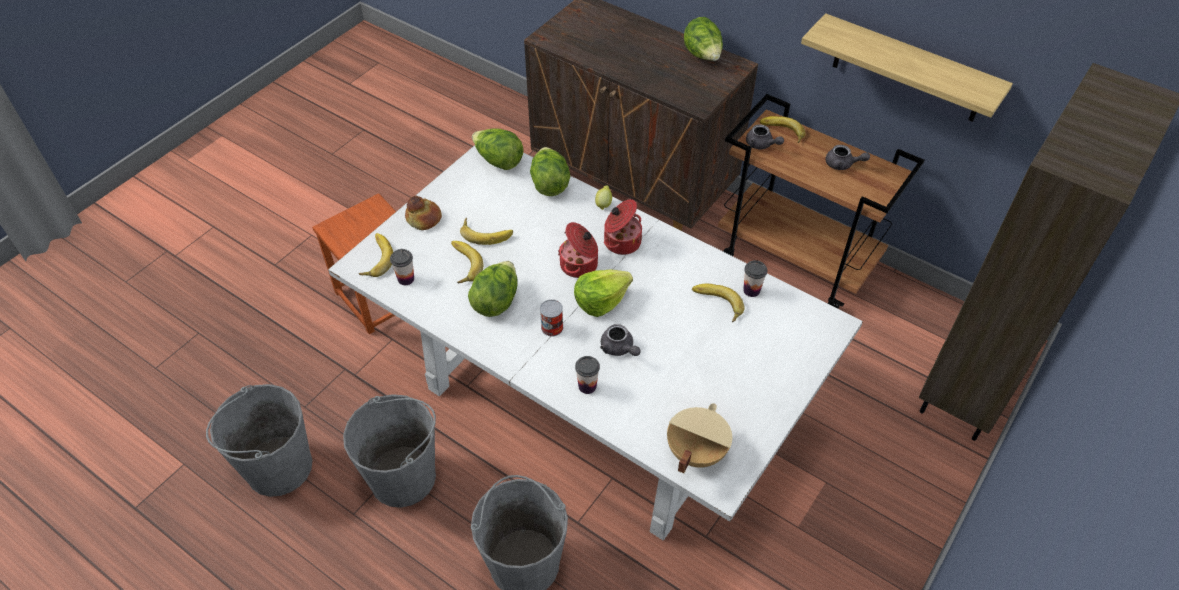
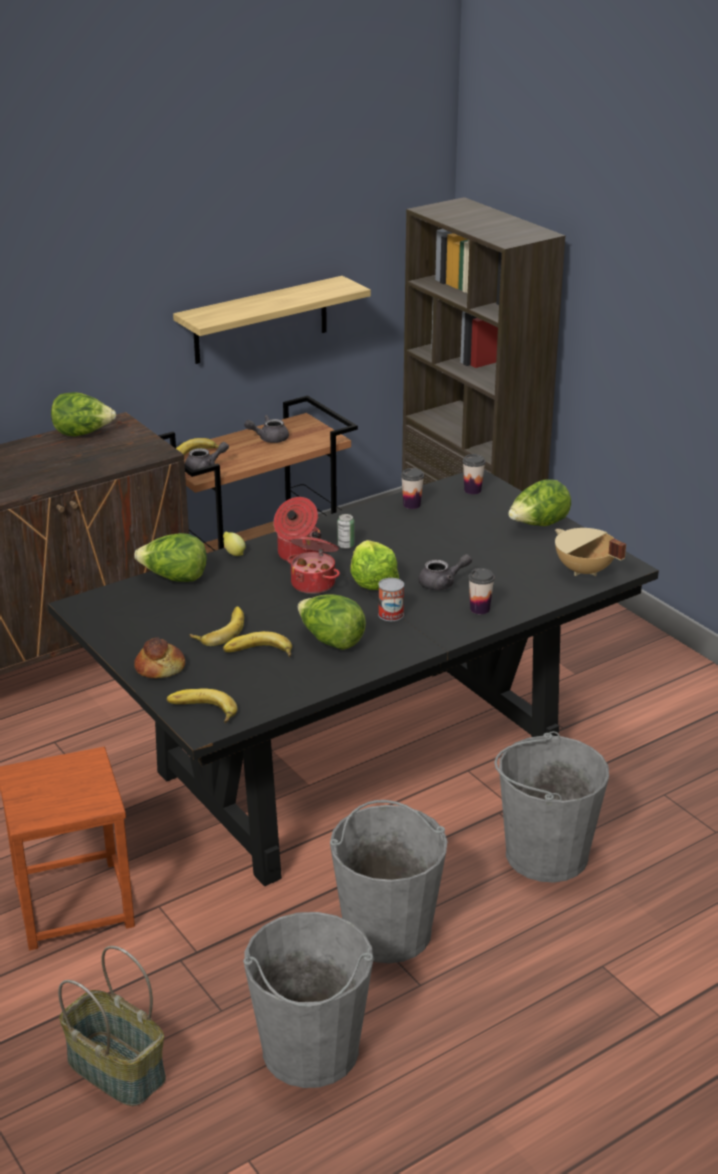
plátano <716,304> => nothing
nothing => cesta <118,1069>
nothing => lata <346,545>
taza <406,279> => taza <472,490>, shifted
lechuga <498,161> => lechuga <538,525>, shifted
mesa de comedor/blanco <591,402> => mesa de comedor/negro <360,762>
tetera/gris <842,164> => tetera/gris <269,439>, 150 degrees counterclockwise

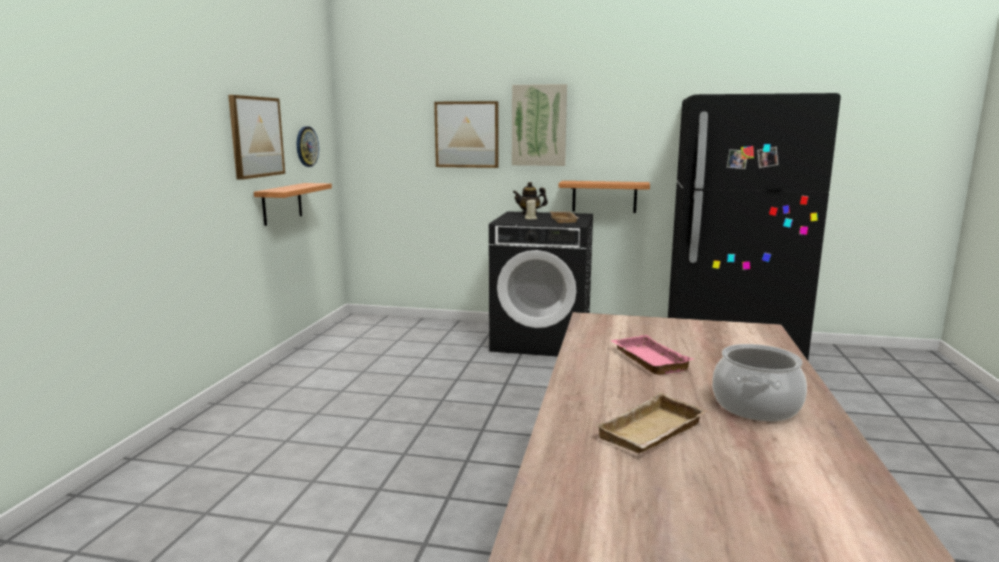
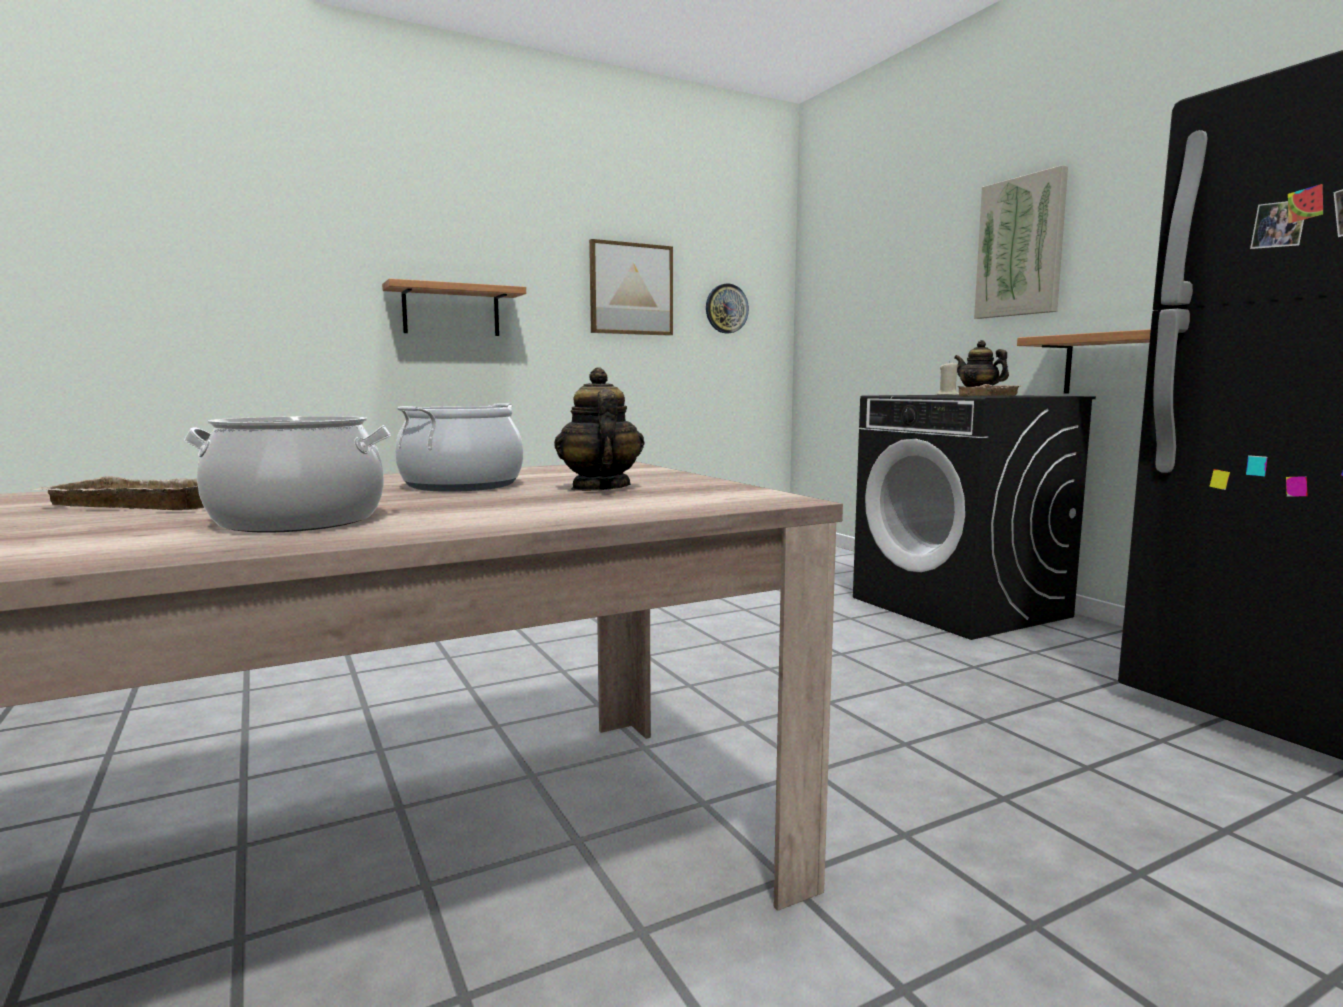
cuadro <467,134> => nothing
nothing => tetera <599,488>
estante <282,203> => estante <451,311>, shifted
bandeja/rosa <647,360> => olla <461,485>

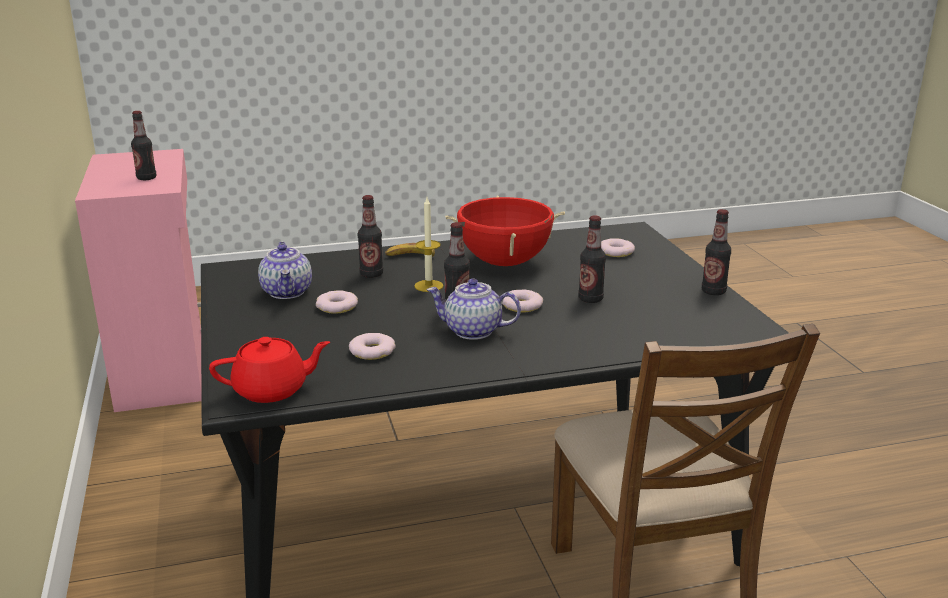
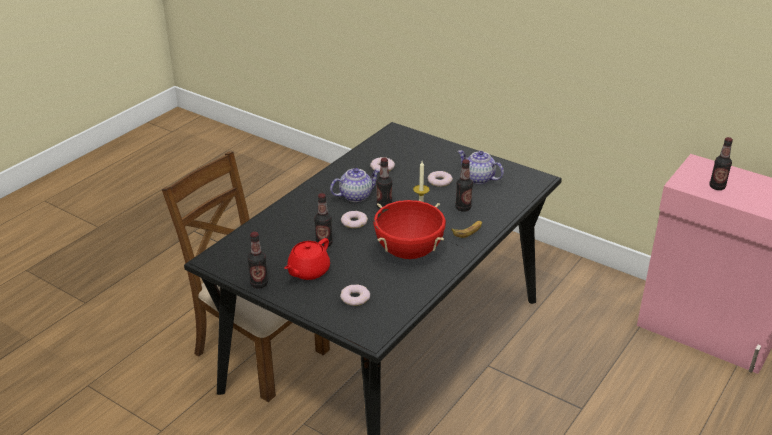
tetera/rojo <272,390> => tetera/rojo <308,271>, shifted

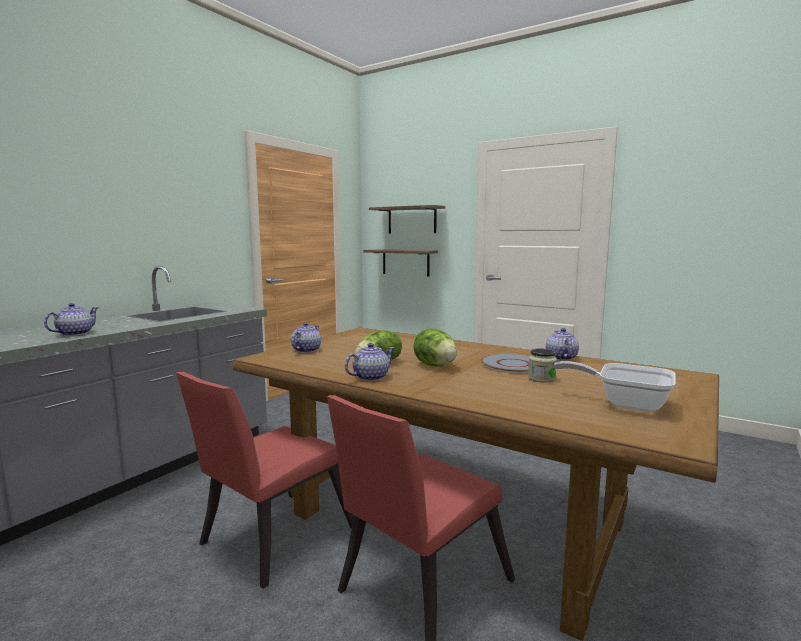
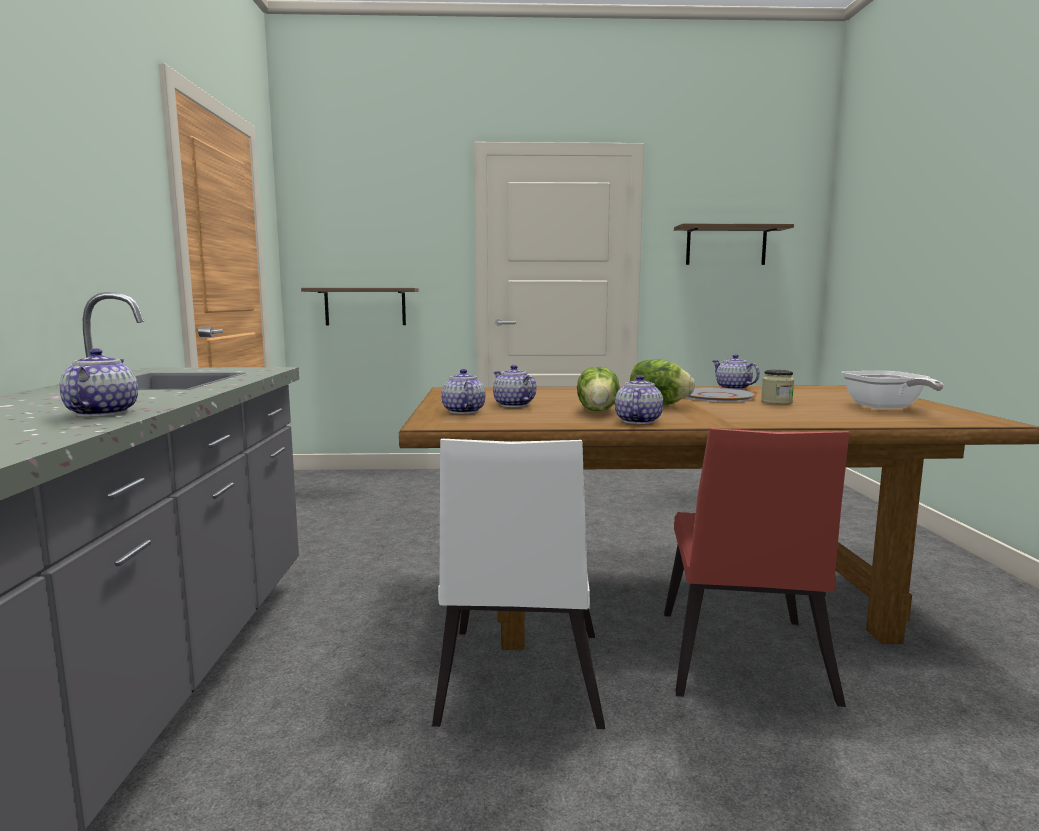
nothing => tetera <513,405>
estante <412,220> => estante <726,246>, shifted
silla/rojo <270,539> => silla/blanco <518,684>
sartén <624,404> => sartén <886,407>, 90 degrees counterclockwise

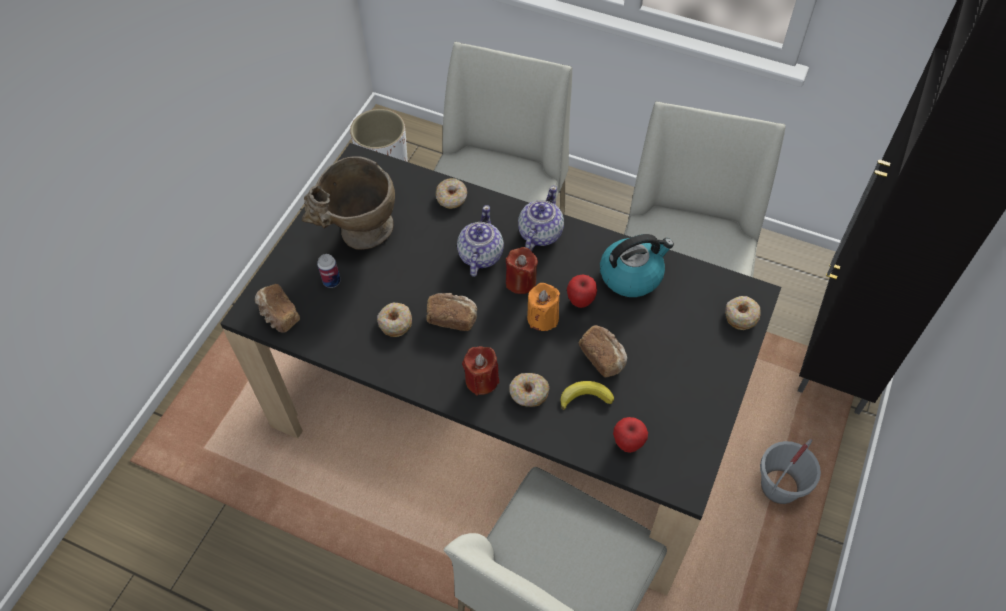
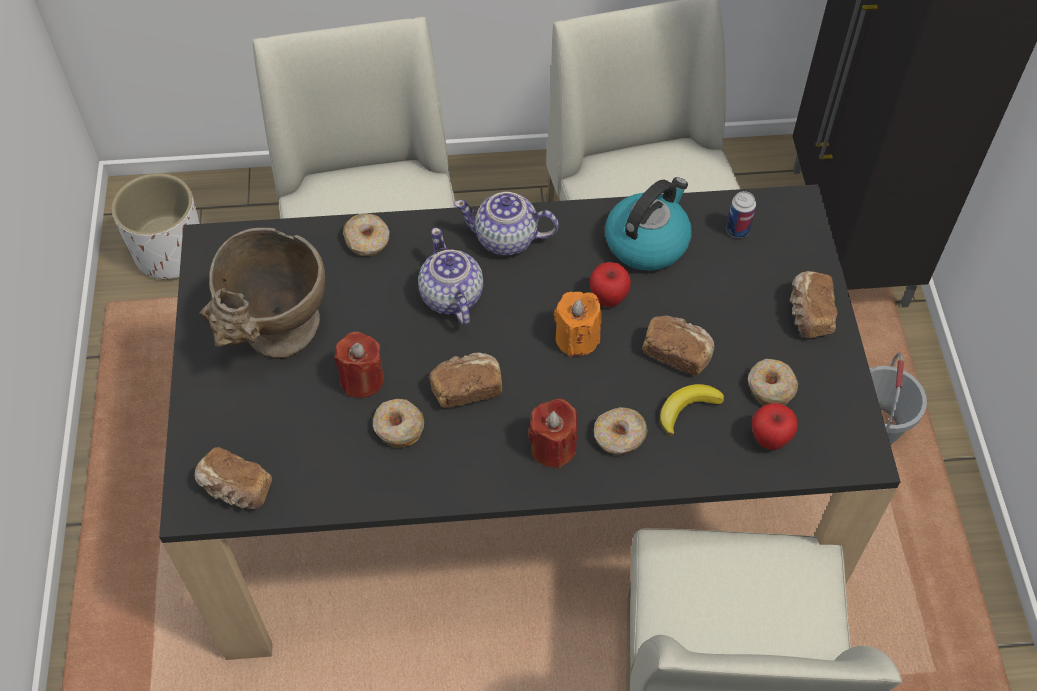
nothing => pan <808,314>
lata <331,281> => lata <737,230>, shifted
vela/rojo <521,281> => vela/rojo <362,379>, shifted
rosquilla <741,316> => rosquilla <770,387>, shifted
tetera <539,234> => tetera <507,239>, 75 degrees counterclockwise

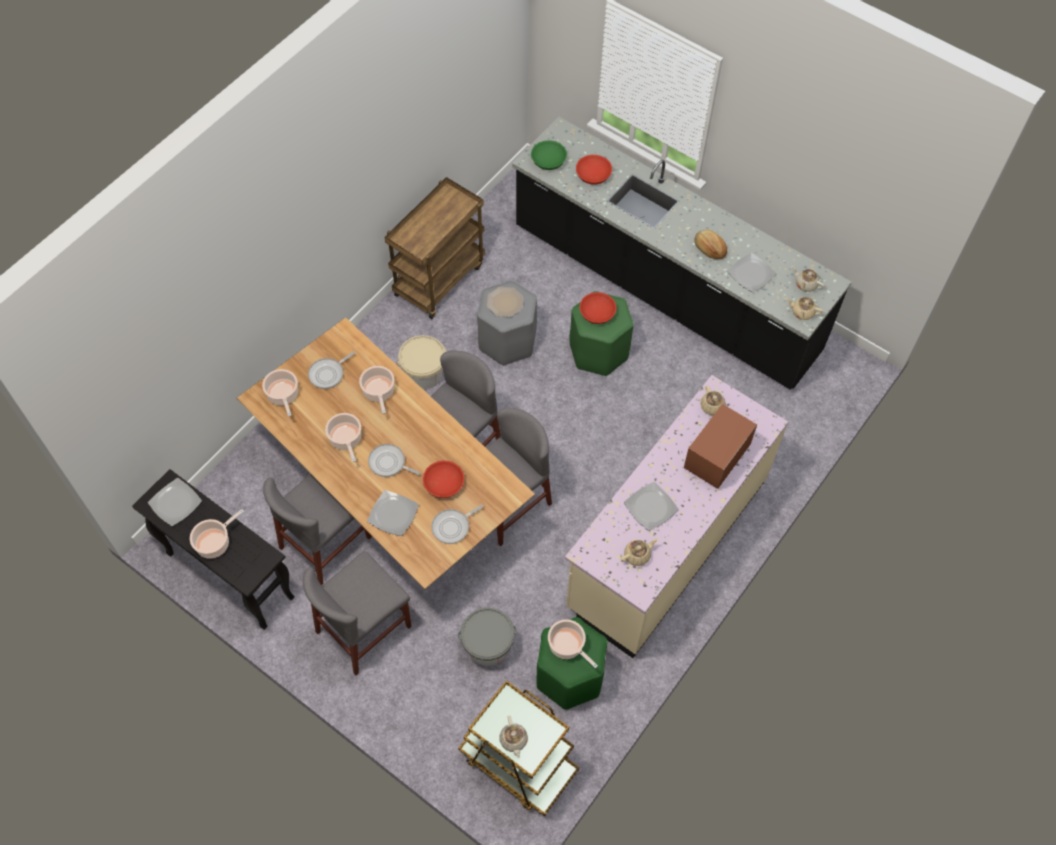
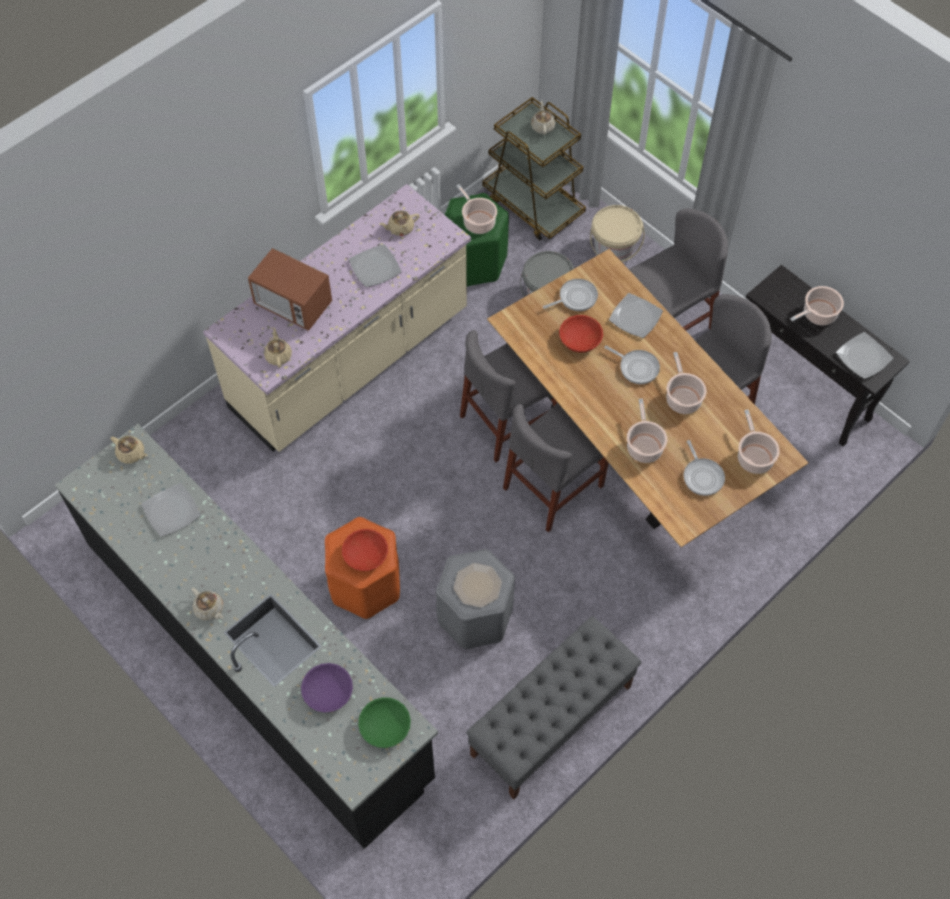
pan <709,249> => nothing
cubo/beis <424,374> => cubo/beis <614,248>, shifted
tetera/beis <805,284> => tetera/beis <209,609>, shifted
carrito/marrón <439,279> => banco/gris <551,721>
taburete/verde <599,351> => taburete/naranja <365,585>
cuenco/rojo <593,175> => cuenco/morado <328,692>
sartén <328,374> => sartén <702,476>, 105 degrees clockwise
microondas <716,457> => microondas <293,305>, 75 degrees clockwise

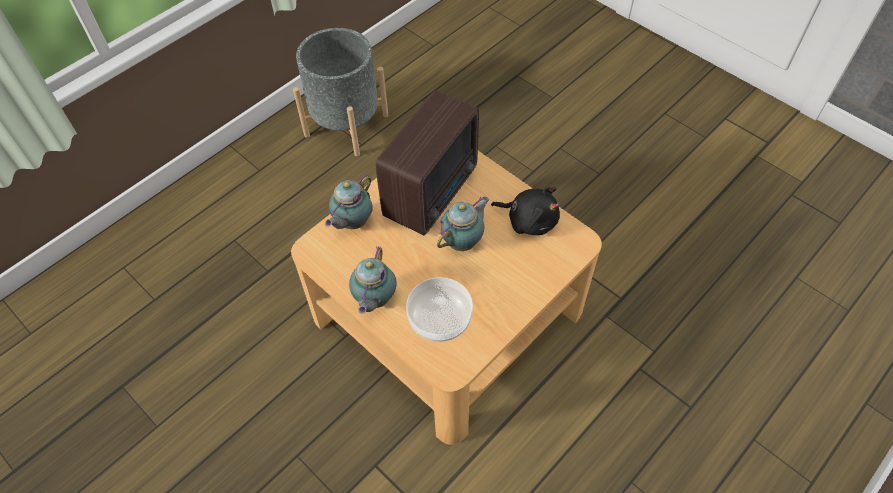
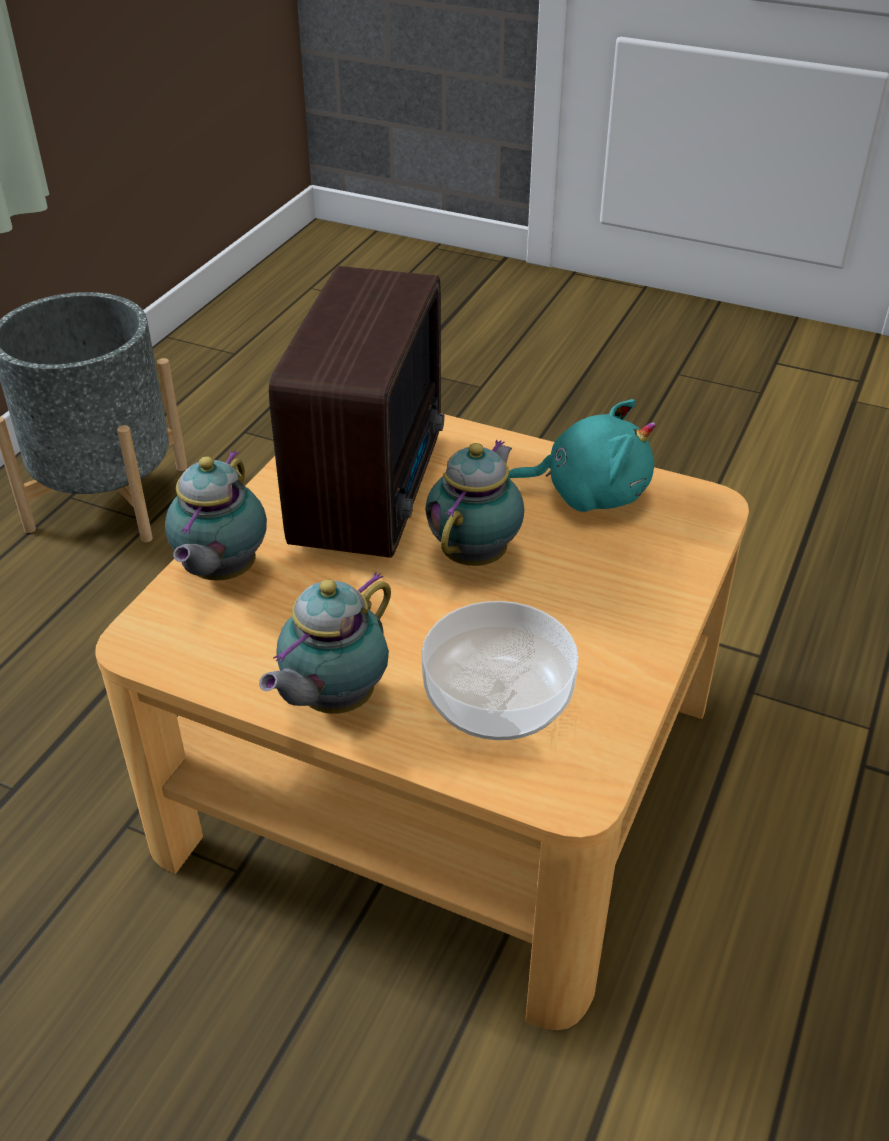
peluche/negro <529,220> => peluche/turquesa <588,493>
tetera <374,300> => tetera <332,701>, 45 degrees clockwise

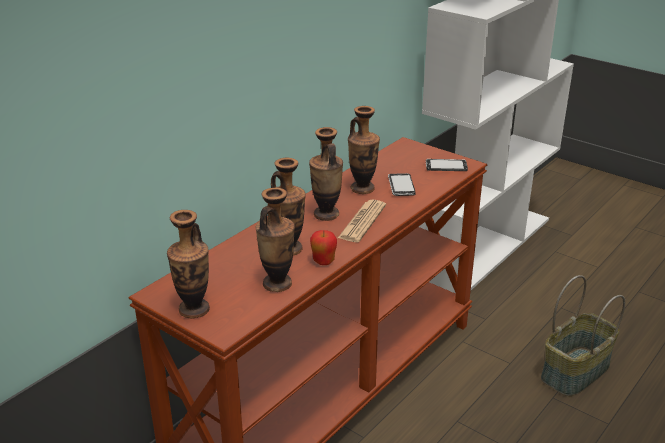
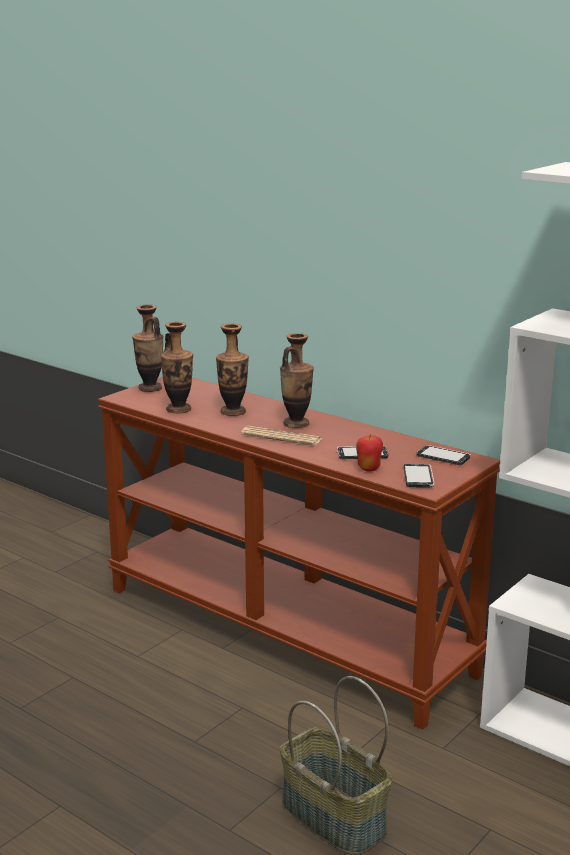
florero <362,188> => nothing
nothing => móvil <443,457>
manzana <323,261> => manzana <369,468>, shifted

